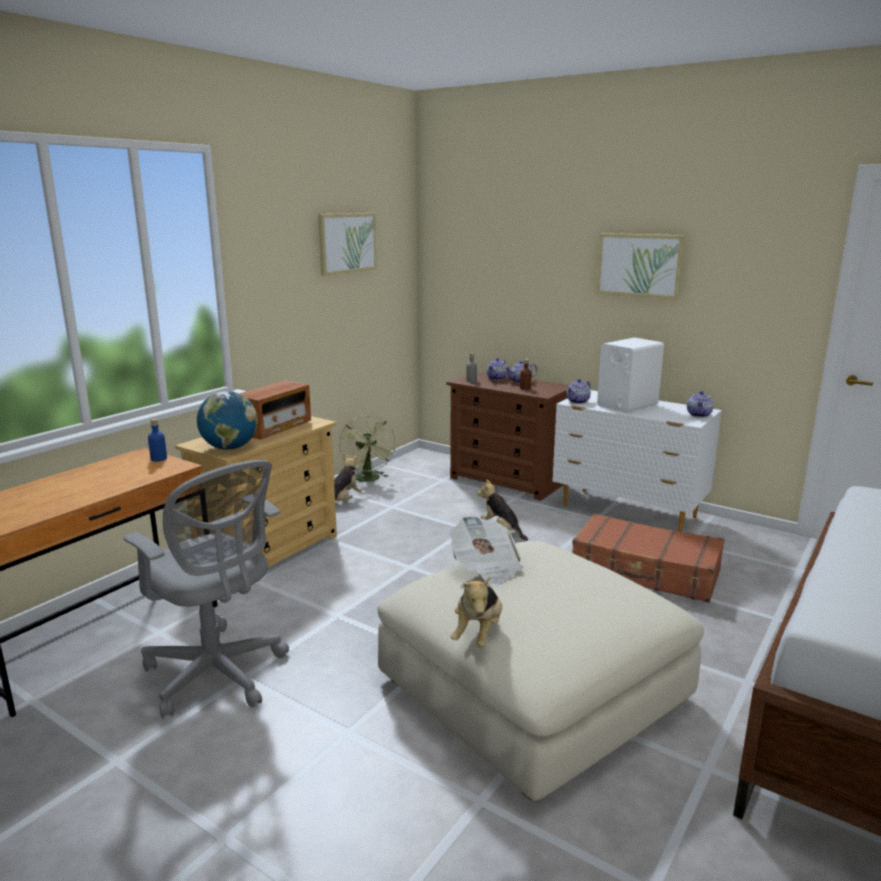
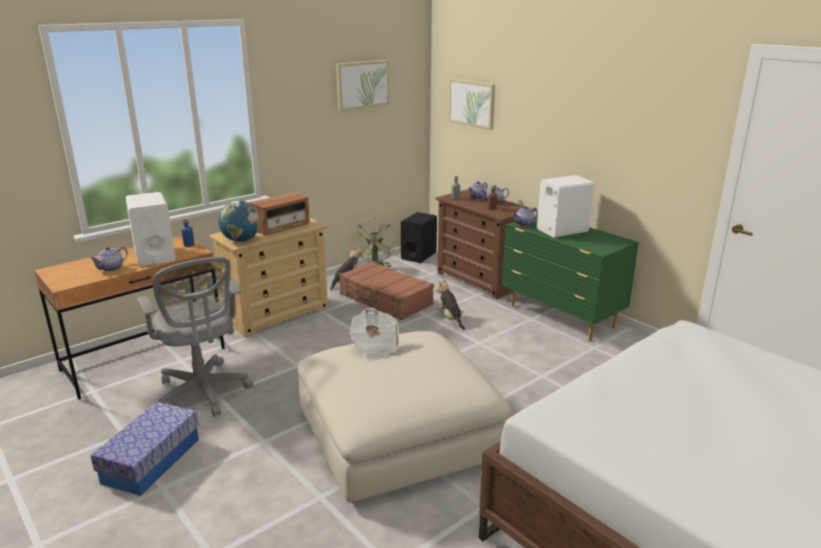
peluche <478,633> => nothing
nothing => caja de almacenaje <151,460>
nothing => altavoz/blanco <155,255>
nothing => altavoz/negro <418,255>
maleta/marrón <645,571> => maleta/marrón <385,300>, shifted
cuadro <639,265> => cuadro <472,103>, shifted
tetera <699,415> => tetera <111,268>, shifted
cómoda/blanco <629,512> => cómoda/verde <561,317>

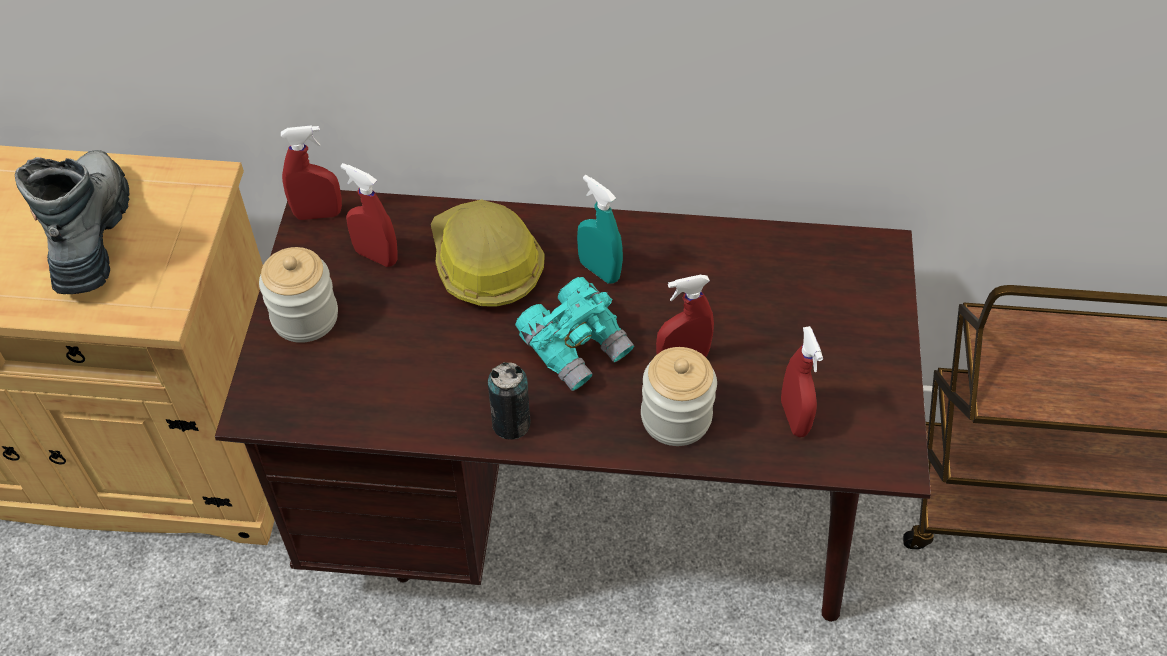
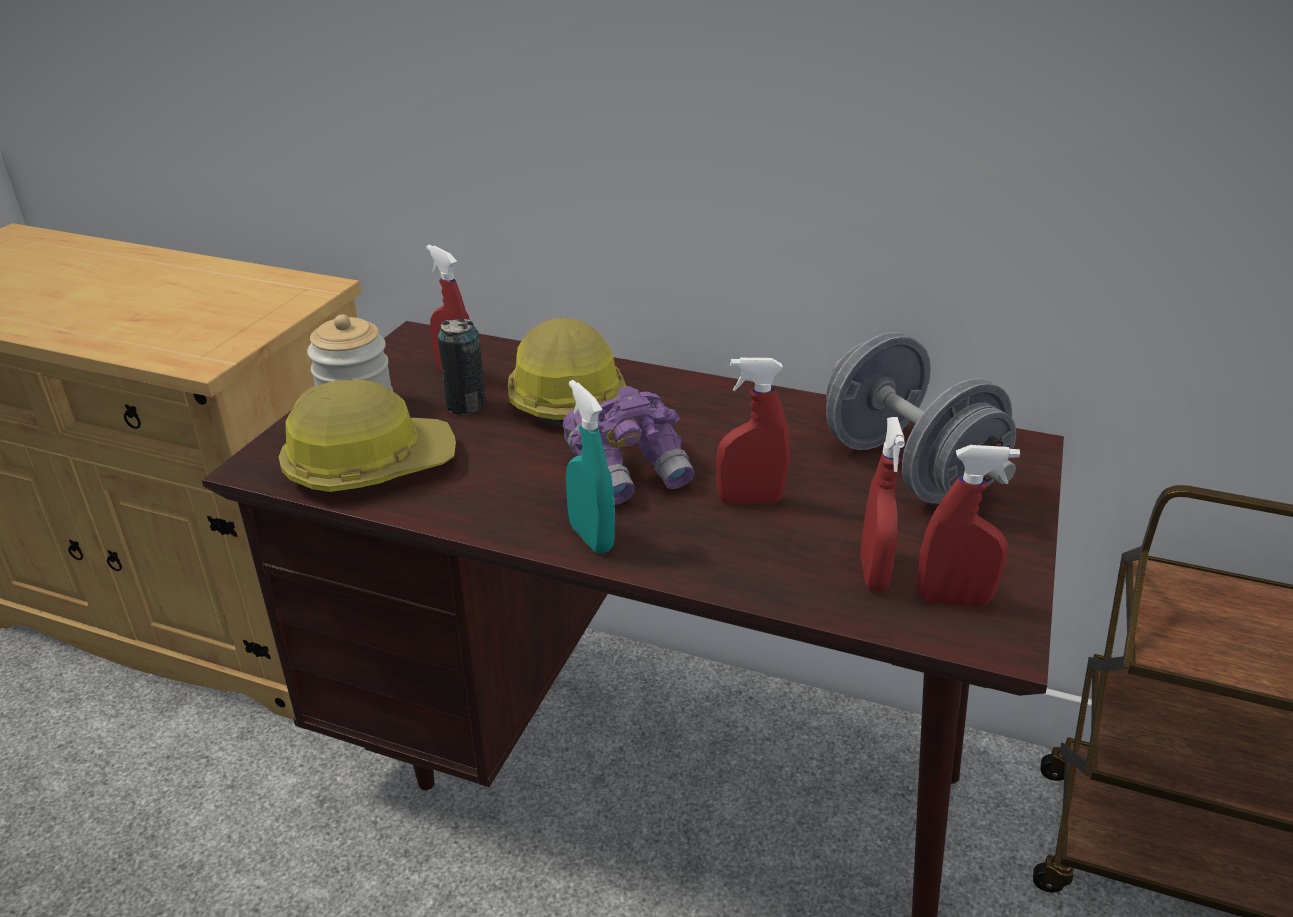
bota <91,235> => nothing
tarro <676,417> => nothing
nothing => casco <368,464>
nothing => mancuerna/gris <908,469>
pulverizador/rojo <318,214> => pulverizador/rojo <953,599>, shifted
lata <511,424> => lata <466,405>, shifted
pulverizador/turquesa <599,270> => pulverizador/turquesa <591,538>, shifted
prismáticos/turquesa <576,347> => prismáticos/morado <630,471>

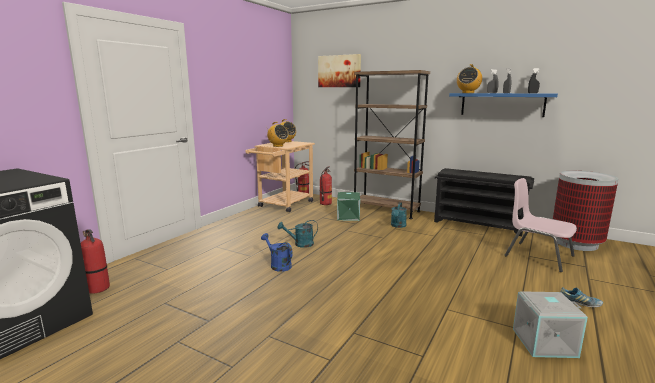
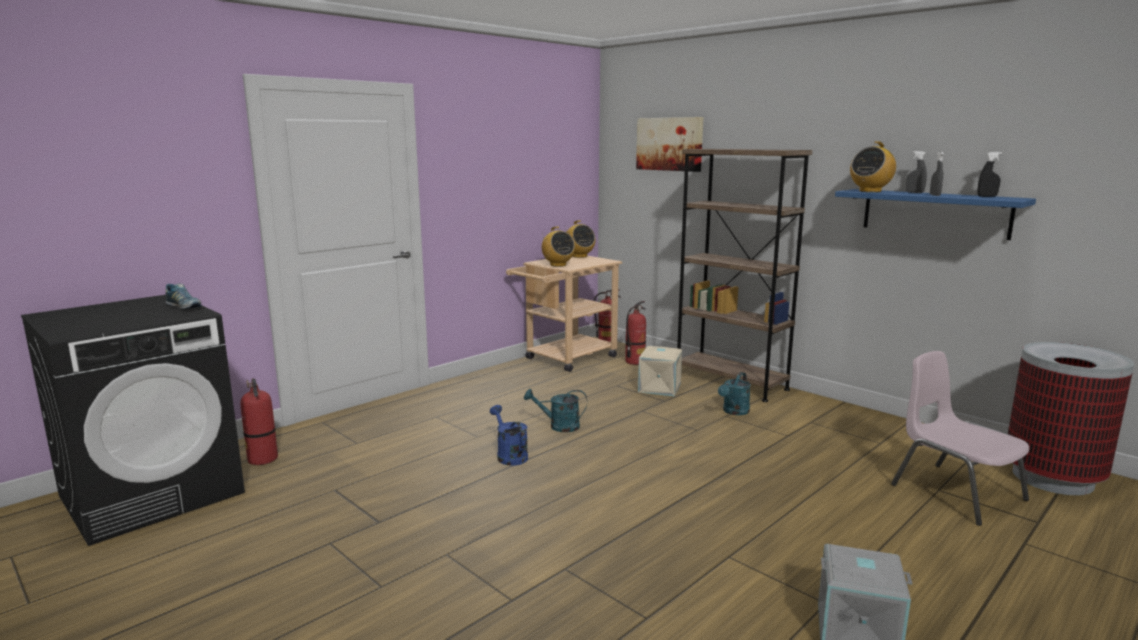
zapatero/negro <479,224> => nothing
zapato <579,303> => zapato <184,307>, shifted
caja de almacenaje/verde <348,216> => caja de almacenaje/beis <660,388>

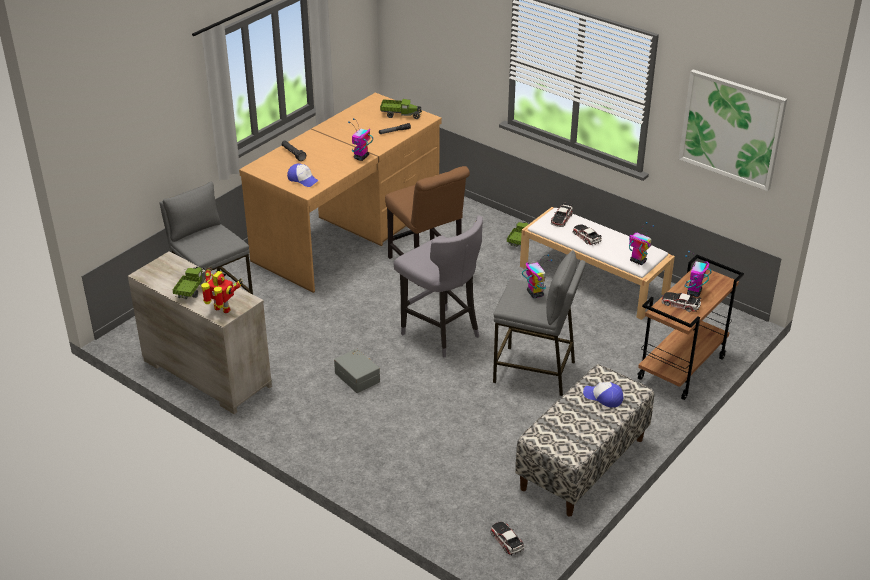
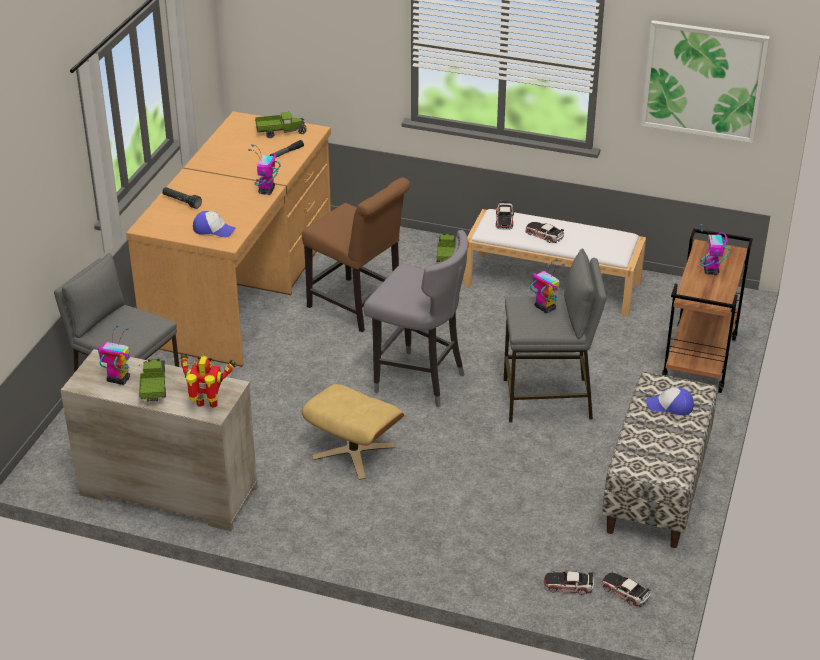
robot de juguete <637,261> => robot de juguete <118,379>, shifted
coche de juguete <680,304> => coche de juguete <568,585>, shifted
caja de almacenaje/gris <358,377> => puf/beis <353,452>

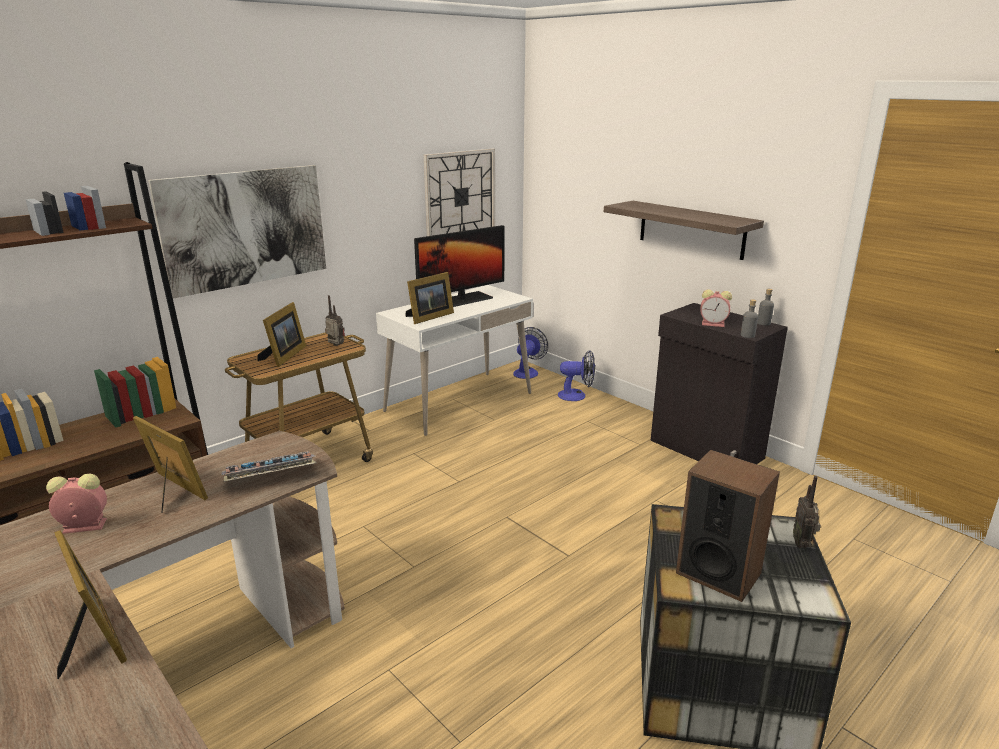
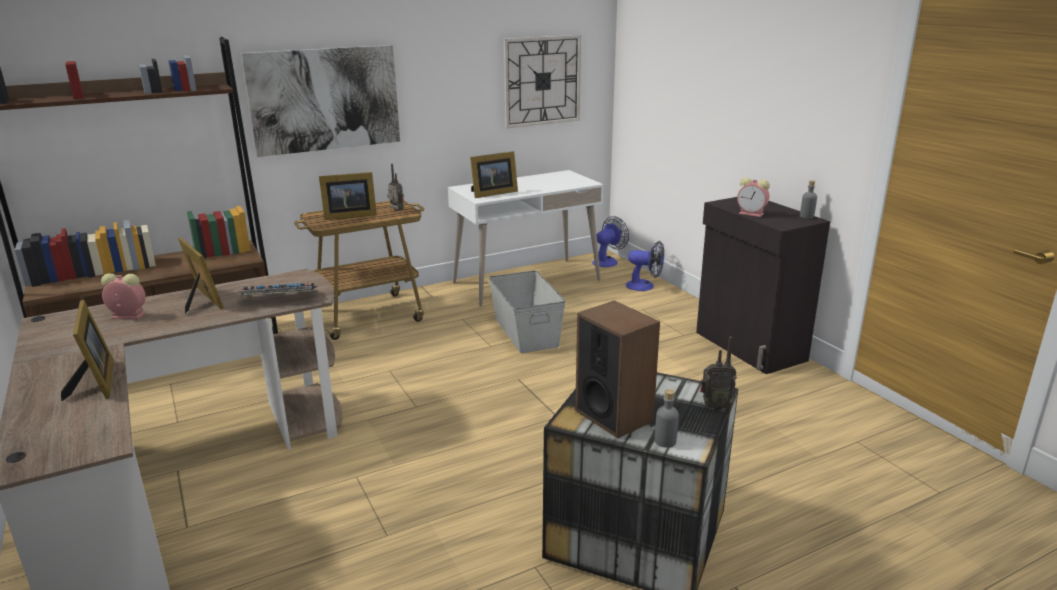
monitor <462,300> => nothing
estante <691,229> => nothing
nothing => caja de almacenaje/gris <526,331>
botella/gris <747,335> => botella/gris <665,441>, shifted
portarretratos <284,356> => portarretratos <348,216>, 45 degrees clockwise
radio <802,544> => radio <715,406>, 105 degrees counterclockwise

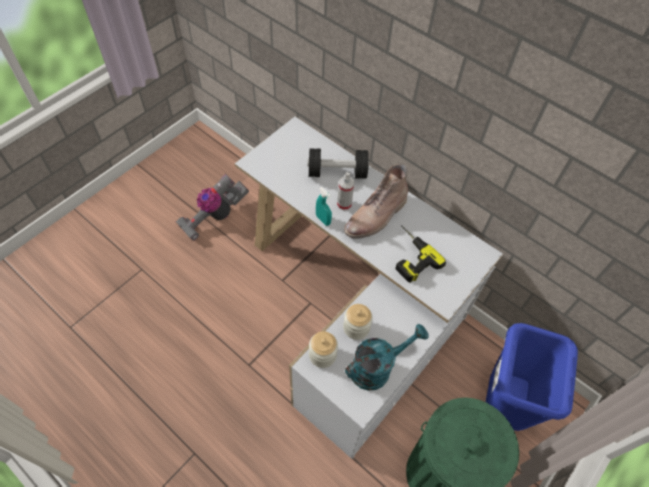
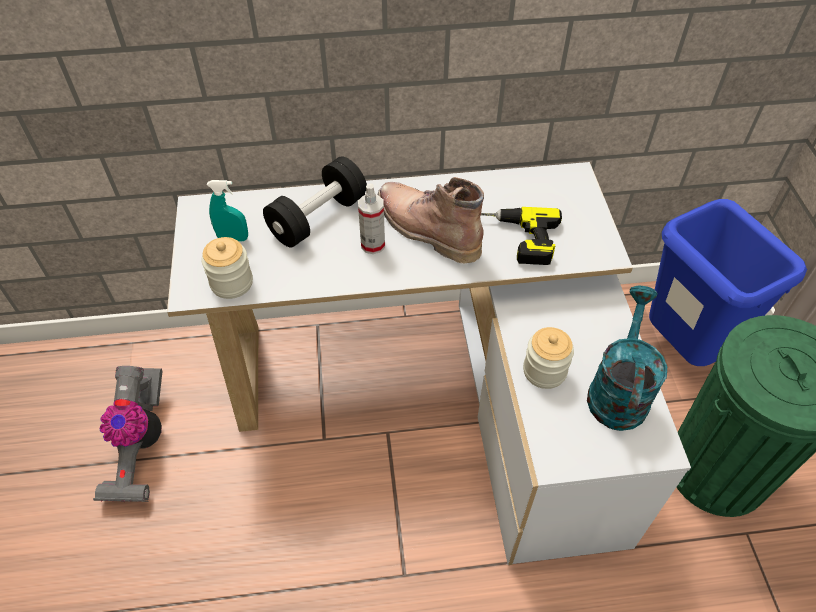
tarro <322,355> => tarro <231,283>, shifted
pulverizador/turquesa <323,220> => pulverizador/turquesa <233,238>, shifted
bota/marrón <376,217> => bota/marrón <425,228>, 135 degrees clockwise

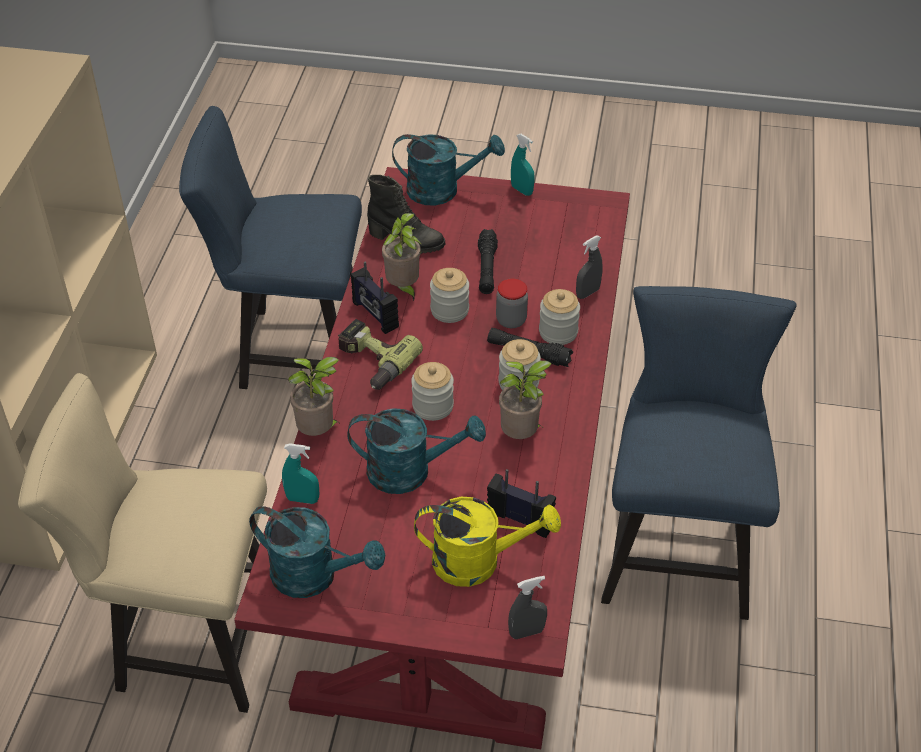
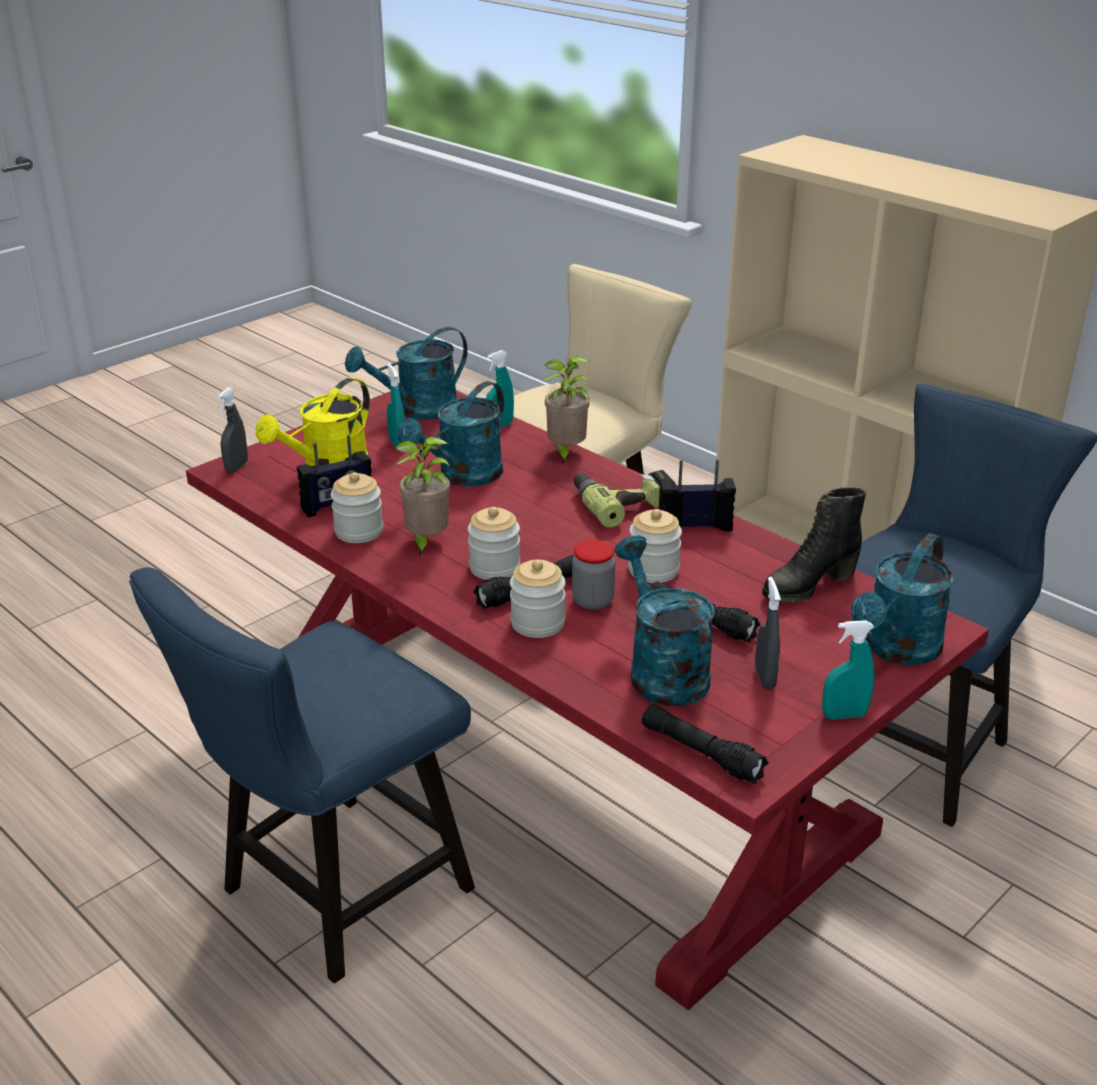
planta en maceta <403,288> => nothing
nothing => pulverizador/turquesa <397,444>
nothing => regadera/turquesa <661,670>
nothing => linterna/negro <701,753>
tarro <433,406> => tarro <359,531>, shifted
pulverizador/gris <587,293> => pulverizador/gris <765,678>, shifted
silla/azul <676,548> => silla/azul <332,897>, 90 degrees clockwise

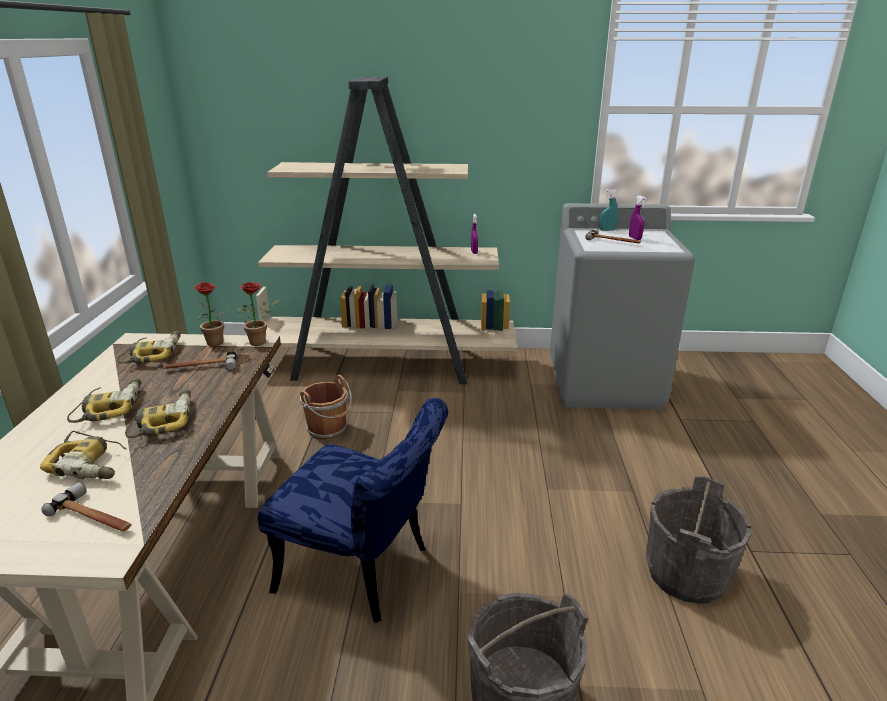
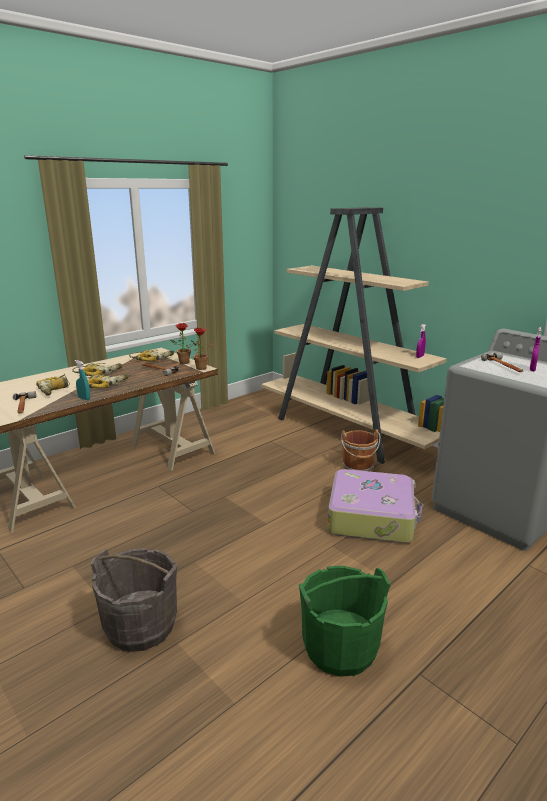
silla/azul <365,572> => nothing
nothing => maleta <372,517>
cubo/marrón <328,429> => cubo/marrón <358,467>, shifted
pulverizador/turquesa <607,230> => pulverizador/turquesa <84,398>, shifted
cubo/gris <687,574> => cubo/verde <340,648>

